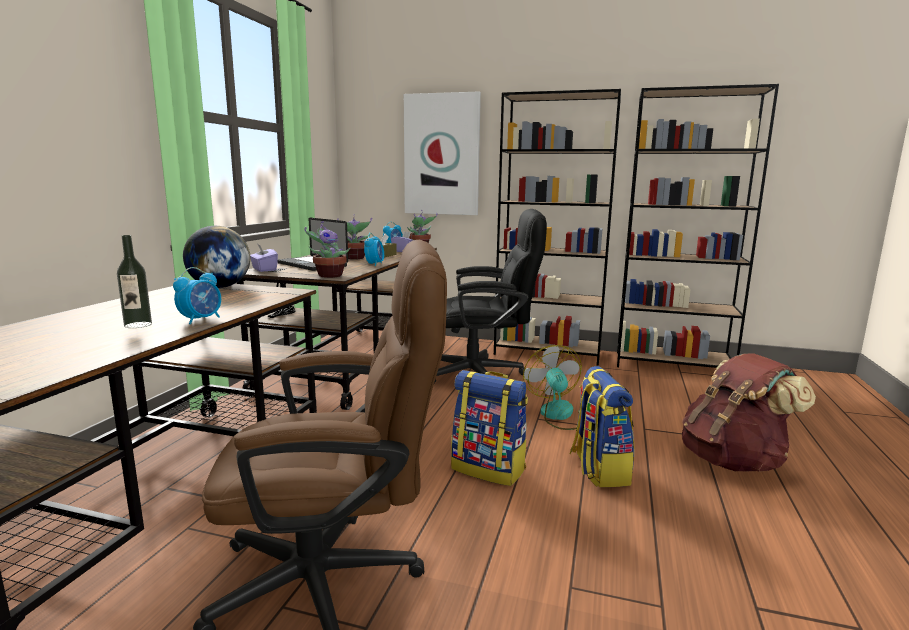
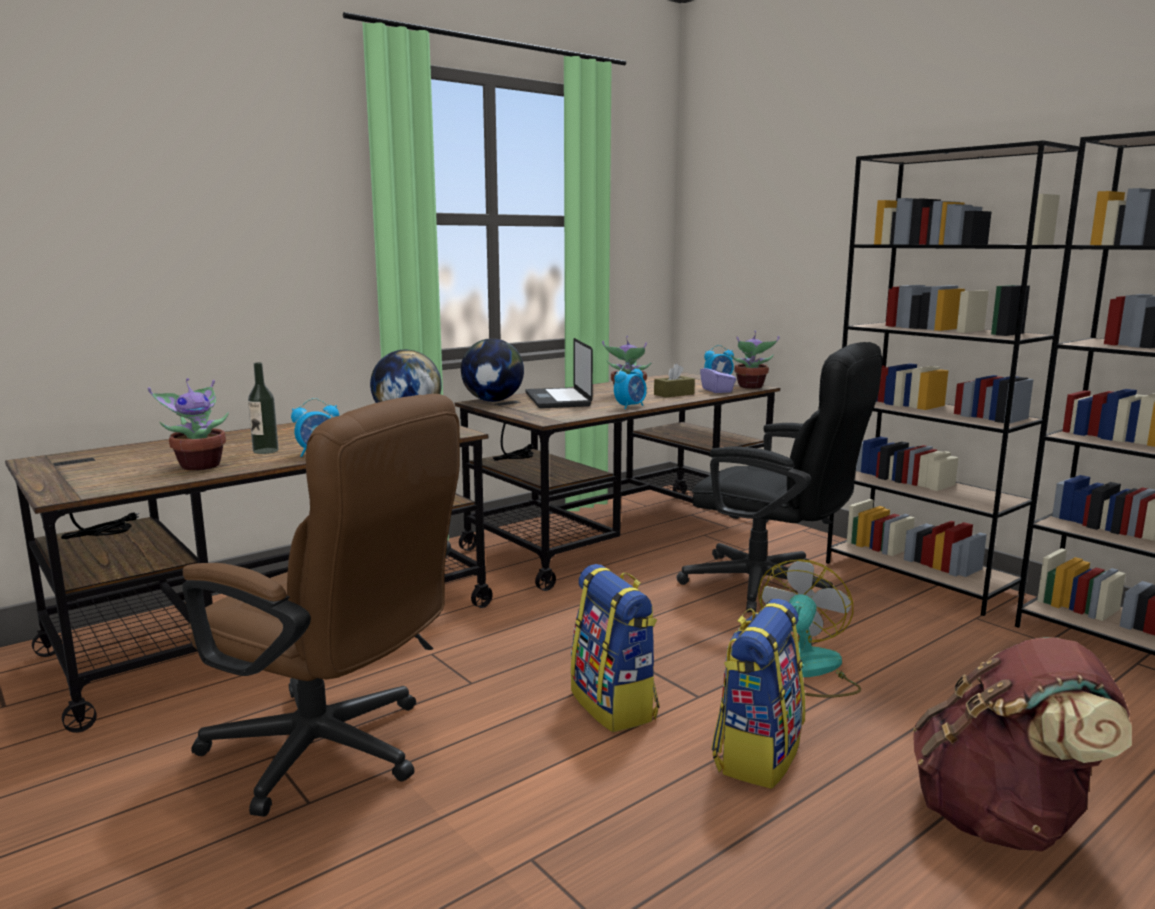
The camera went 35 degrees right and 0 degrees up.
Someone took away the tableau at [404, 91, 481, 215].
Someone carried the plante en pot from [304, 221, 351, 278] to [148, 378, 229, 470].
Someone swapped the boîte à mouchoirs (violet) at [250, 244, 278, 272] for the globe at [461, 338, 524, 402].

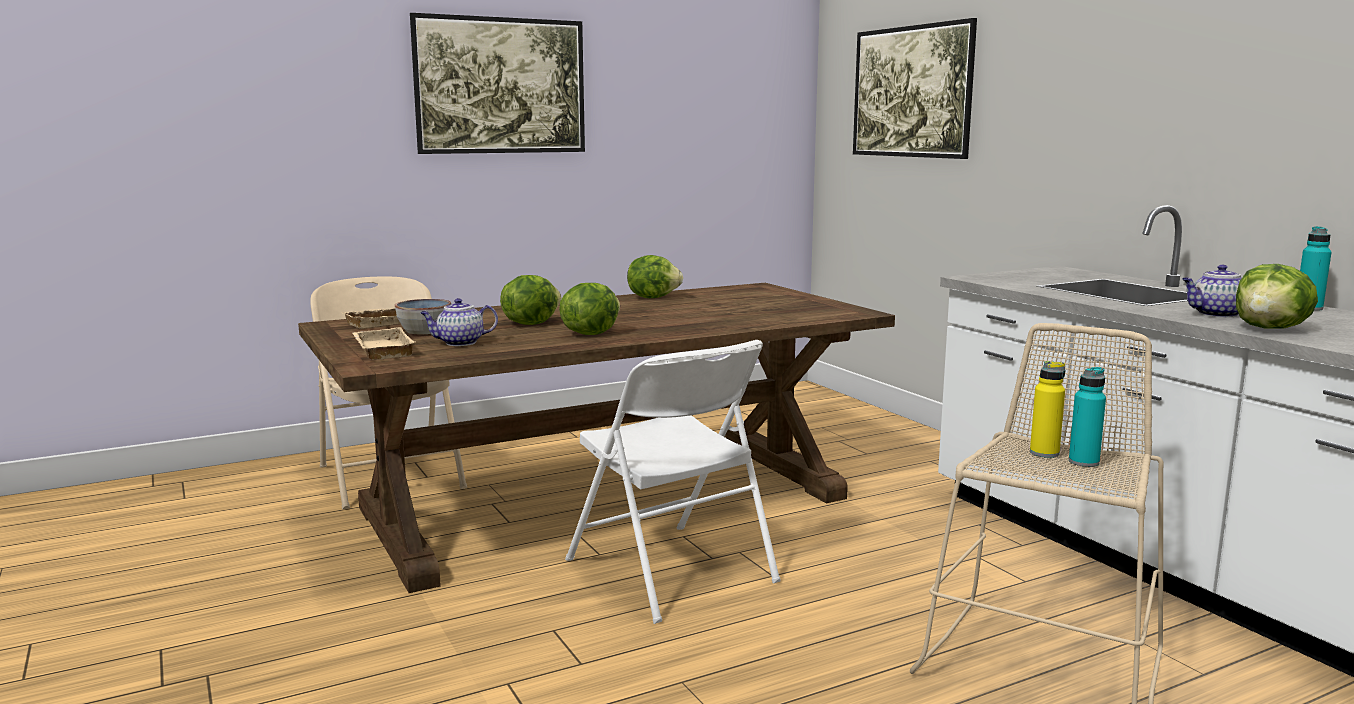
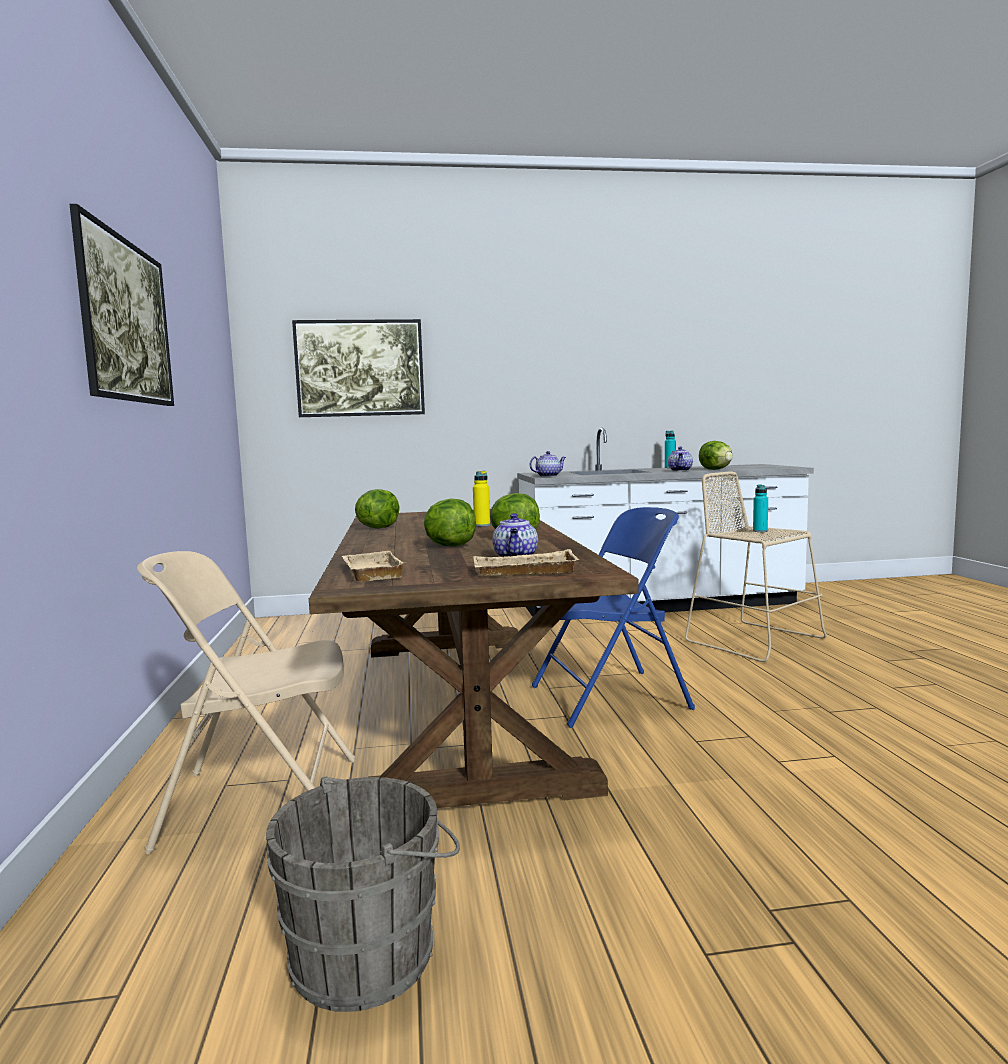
The camera went 70 degrees left and 5 degrees down.
Someone took away the bol at [395, 299, 451, 334].
Someone put down the seau (gris) at [266, 776, 460, 1012].
Someone put down the théière at [530, 451, 566, 477].
Someone carried the bouteille (jaune) from [1030, 361, 1065, 458] to [473, 471, 490, 527].
Someone repainted the chaise (blanc) at [565, 340, 781, 624], which became the chaise (bleu) at [532, 507, 695, 728].

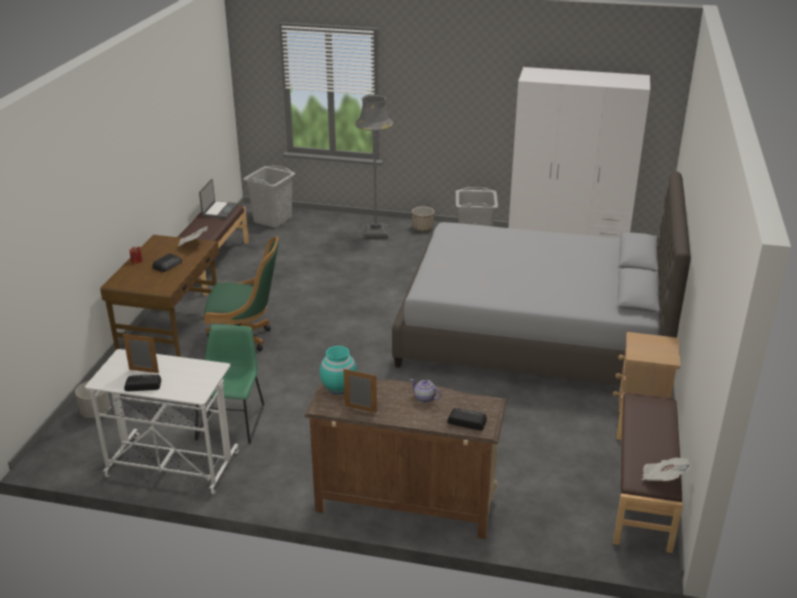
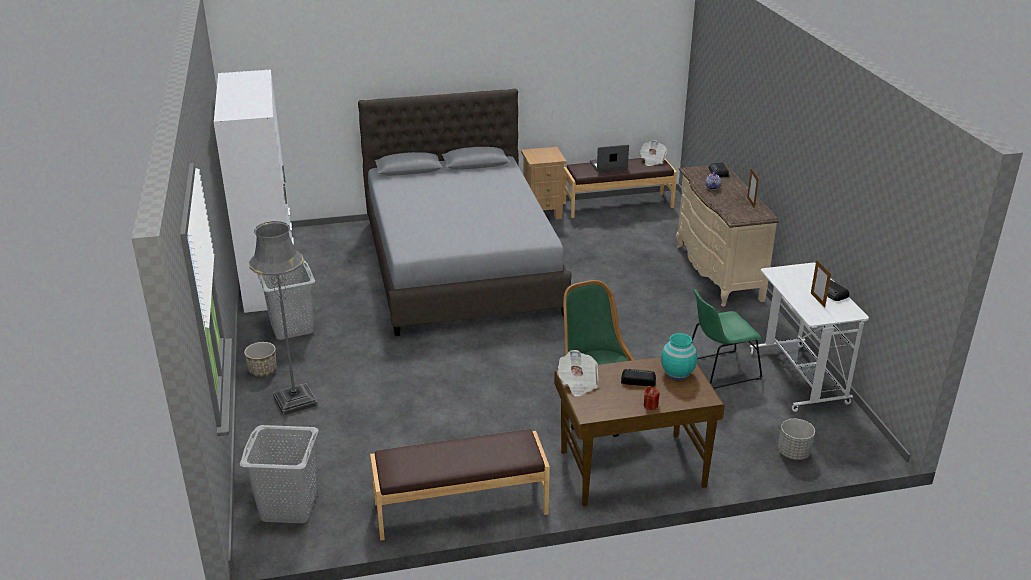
The camera went 115 degrees left and 0 degrees up.
Someone carried the ordinateur portable from [199, 179, 238, 219] to [590, 144, 629, 171].
Someone carried the vase (turquoise) from [320, 346, 357, 394] to [661, 333, 697, 380].

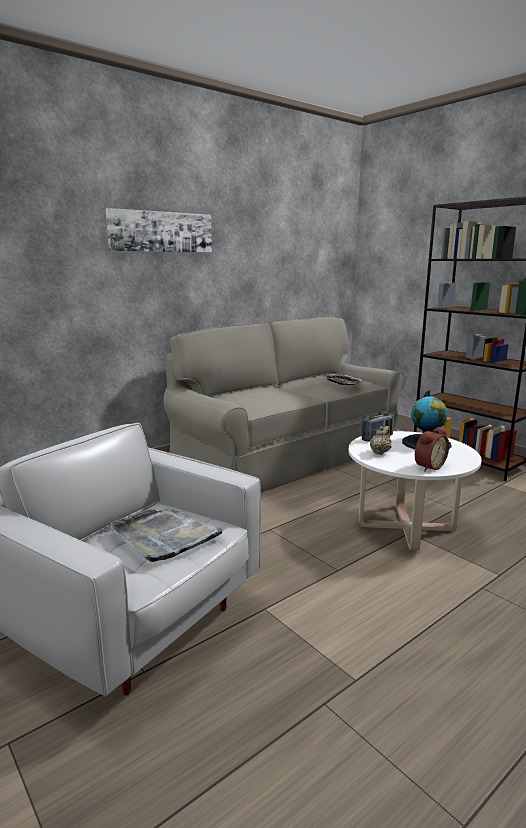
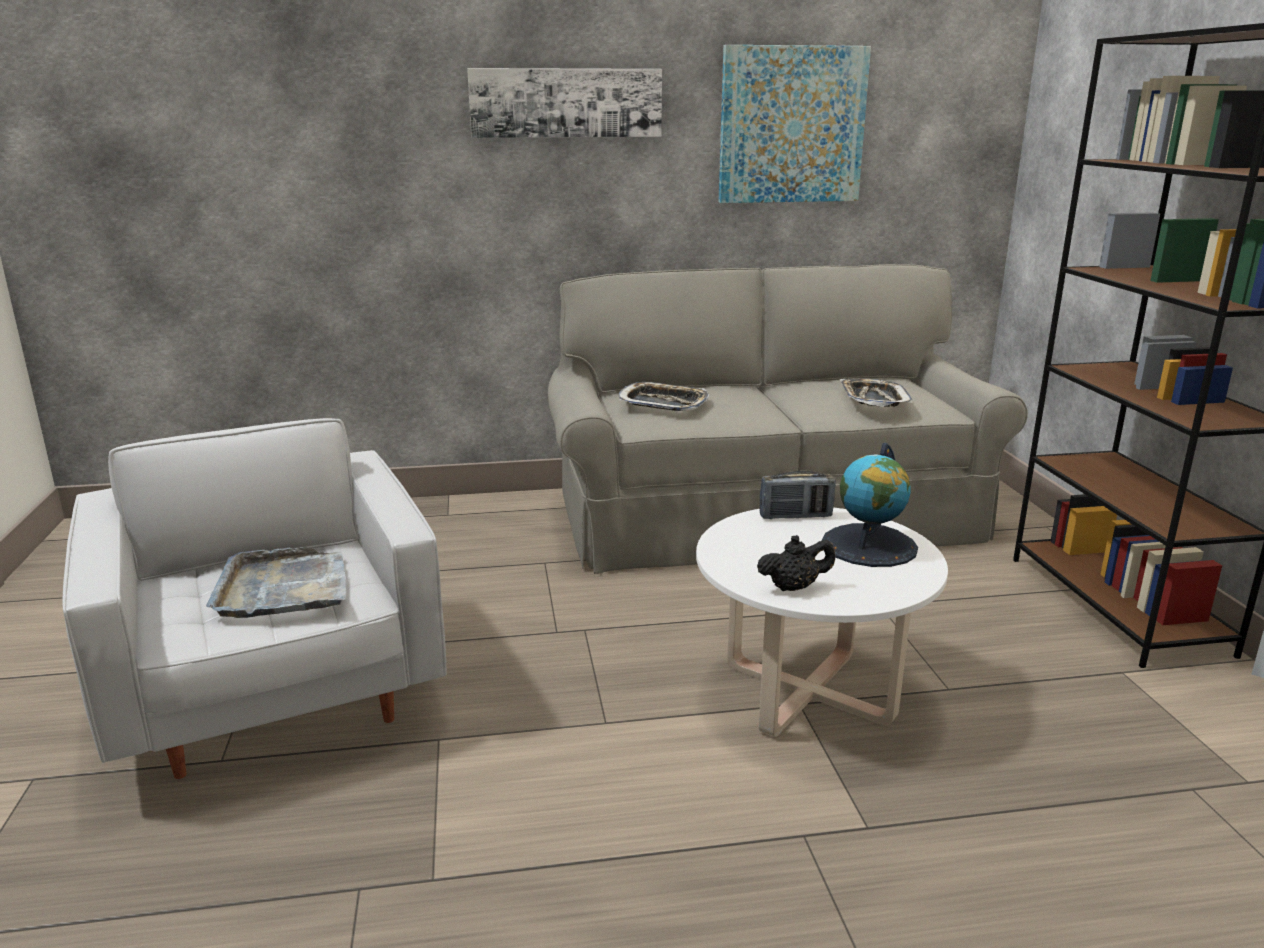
The camera went 30 degrees right and 5 degrees up.
Someone took away the théière (beige) at [370, 426, 392, 455].
Someone put down the plateau at [619, 382, 709, 411].
Someone put up the tableau at [719, 45, 871, 203].
Someone swapped the réveil at [415, 426, 449, 472] for the théière (noir) at [757, 535, 835, 591].

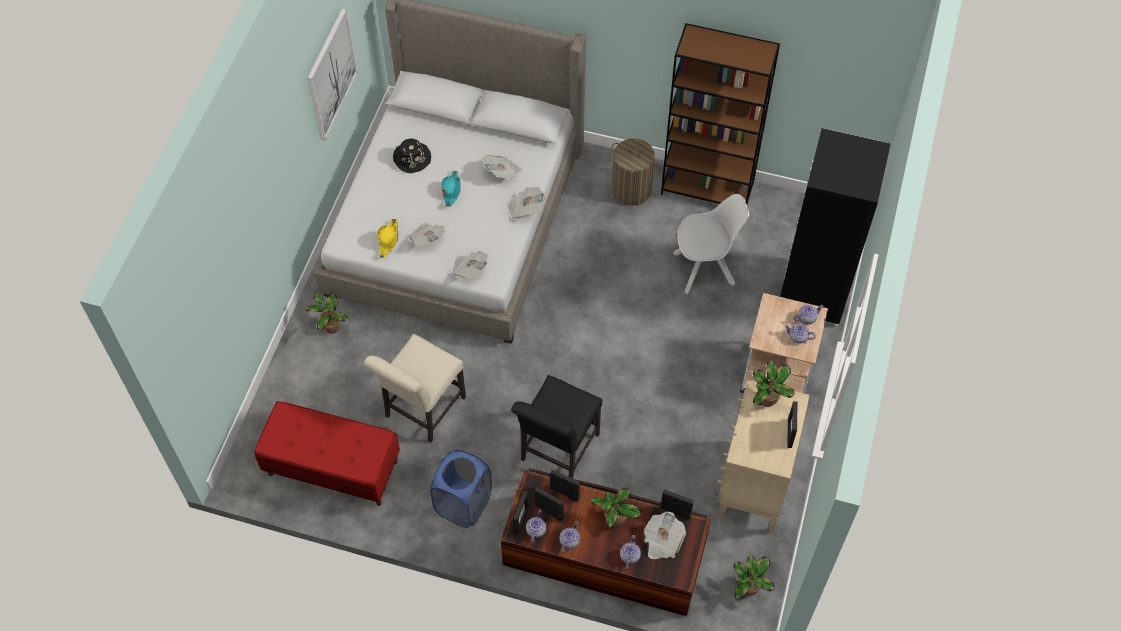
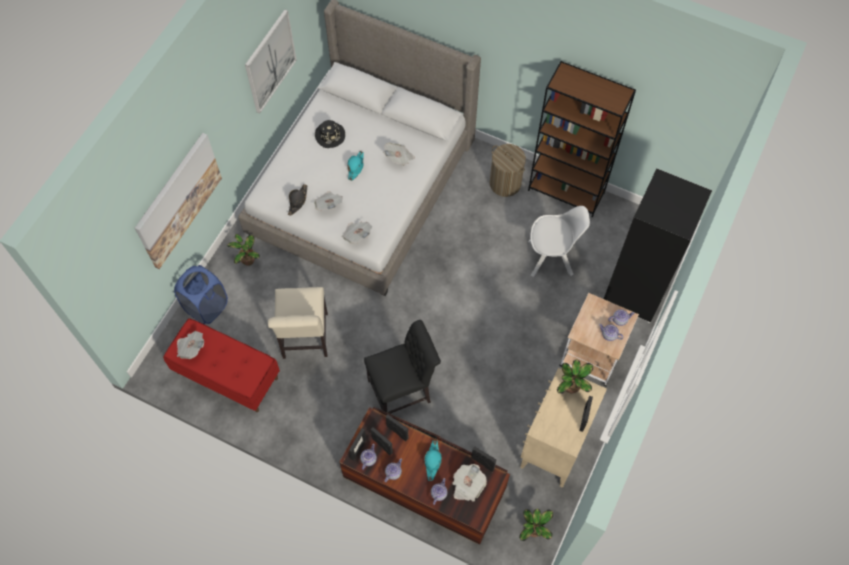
The camera went 10 degrees right and 5 degrees up.
Someone put up the tableau at [135, 133, 222, 269].
Someone carried the panier à linge (bleu) from [430, 450, 492, 528] to [174, 265, 228, 324].
Someone carried the journal from [507, 187, 545, 219] to [177, 331, 204, 359].
Someone swapped the plante en pot at [590, 488, 642, 527] for the chapeau (turquoise) at [424, 440, 442, 481].
Someone repainted the chapeau (jaune) at [377, 219, 398, 258], which became the chapeau (noir) at [288, 184, 307, 216].
Someone rotated the chaise (beige) at [364, 334, 466, 443] by 45 degrees counterclockwise.
Someone rotated the chaise (noir) at [511, 375, 602, 478] by 150 degrees counterclockwise.

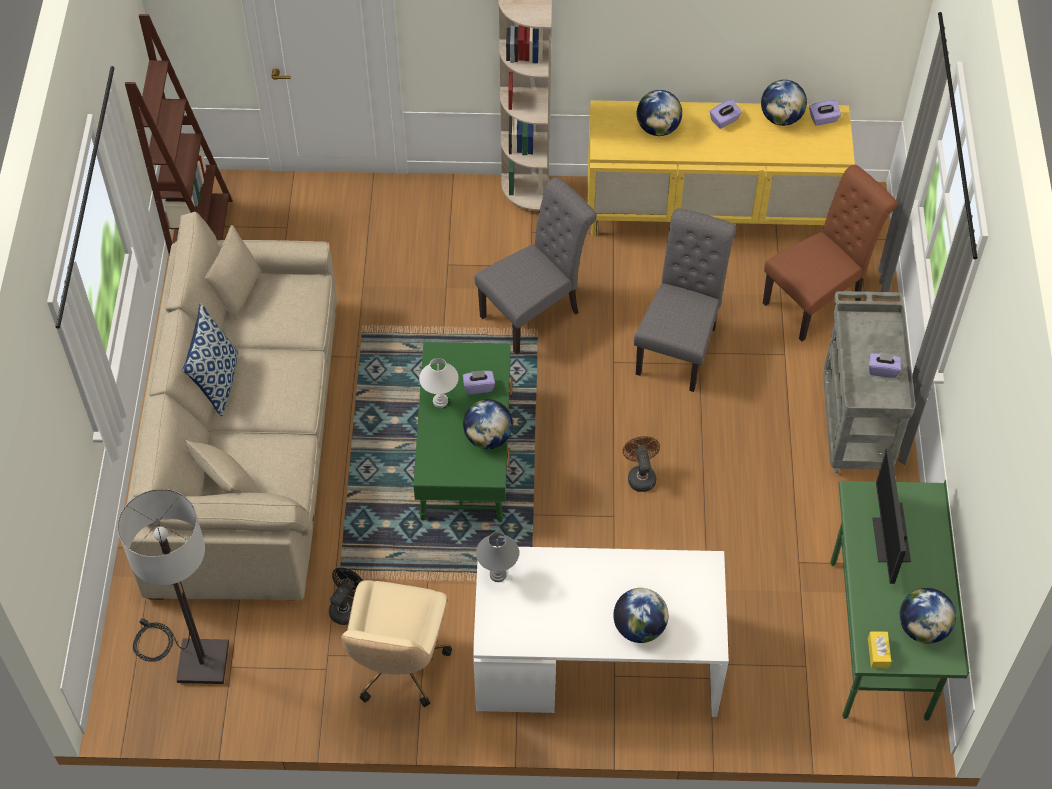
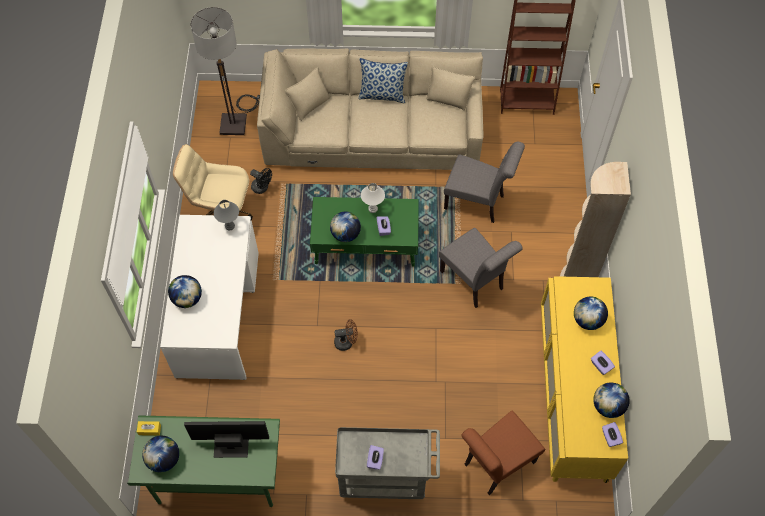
The camera went 90 degrees right and 5 degrees up.
Someone carried the chaise (gris) from [634, 208, 736, 392] to [444, 141, 525, 223].
Someone rotated the chaise (marron) at [763, 165, 897, 341] by 90 degrees clockwise.

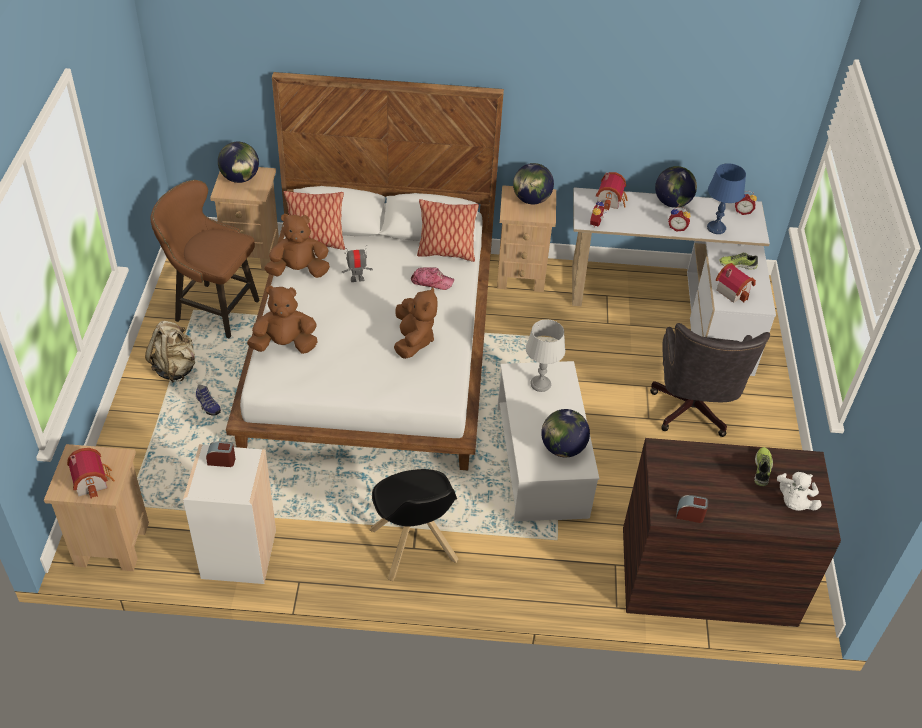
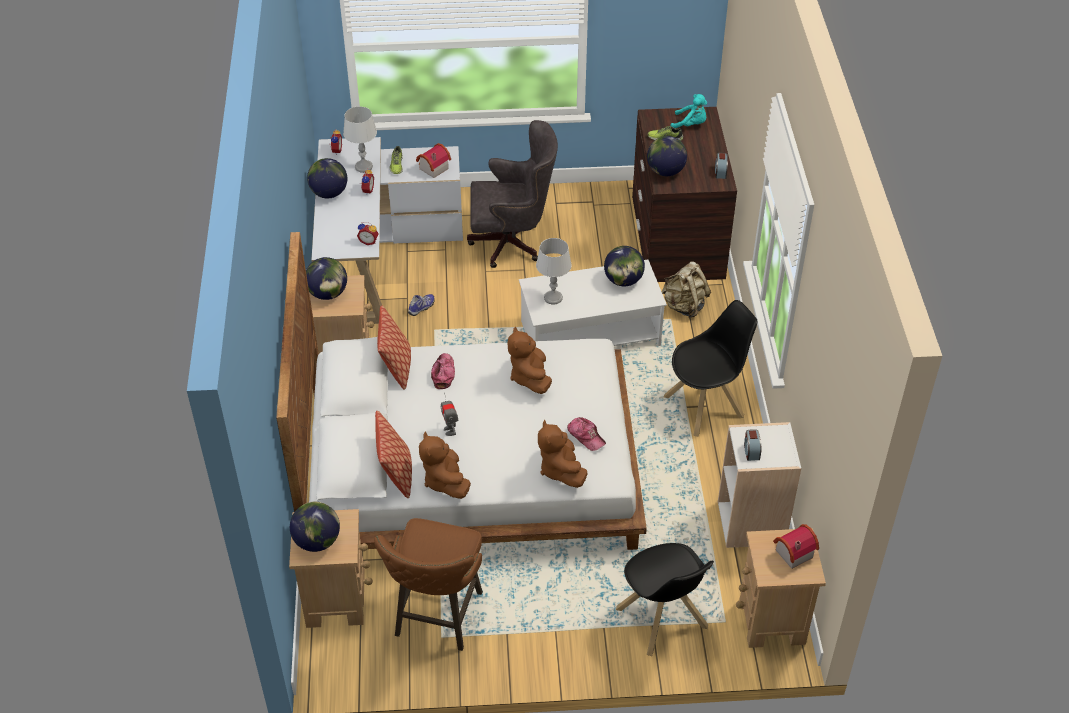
The camera went 95 degrees left and 0 degrees up.
Someone took away the maison miniature at [596, 172, 628, 211].
Someone put down the casquette at [567, 417, 606, 451].
Someone put down the chaise (noir) at [616, 543, 714, 656].
Someone put down the globe at [647, 136, 687, 176].
Someone carried the sac à dos (beige) from [145, 321, 195, 383] to [661, 262, 711, 318].
Someone carried the chaussure from [196, 384, 221, 416] to [408, 294, 435, 316].
Someone repainted the lampe de table (bleu) at [707, 163, 746, 234], which became the lampe de table (gris) at [343, 106, 377, 173].
Someone repainted the peluche (blanc) at [777, 472, 821, 511], which became the peluche (turquoise) at [671, 94, 707, 128].
Someone rotated the peluche (marron) at [394, 287, 438, 359] by 90 degrees counterclockwise.

